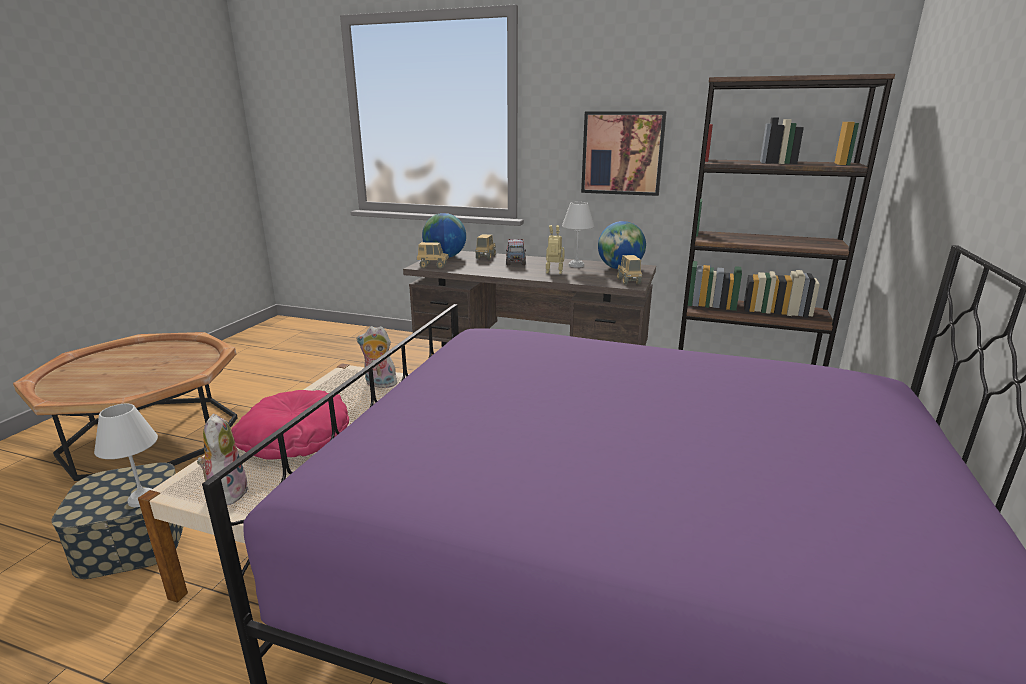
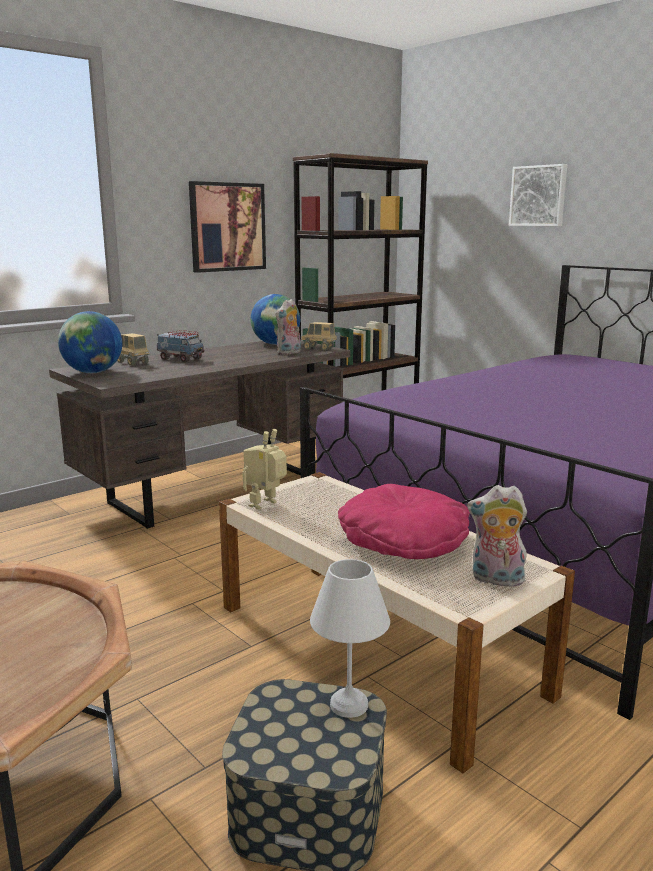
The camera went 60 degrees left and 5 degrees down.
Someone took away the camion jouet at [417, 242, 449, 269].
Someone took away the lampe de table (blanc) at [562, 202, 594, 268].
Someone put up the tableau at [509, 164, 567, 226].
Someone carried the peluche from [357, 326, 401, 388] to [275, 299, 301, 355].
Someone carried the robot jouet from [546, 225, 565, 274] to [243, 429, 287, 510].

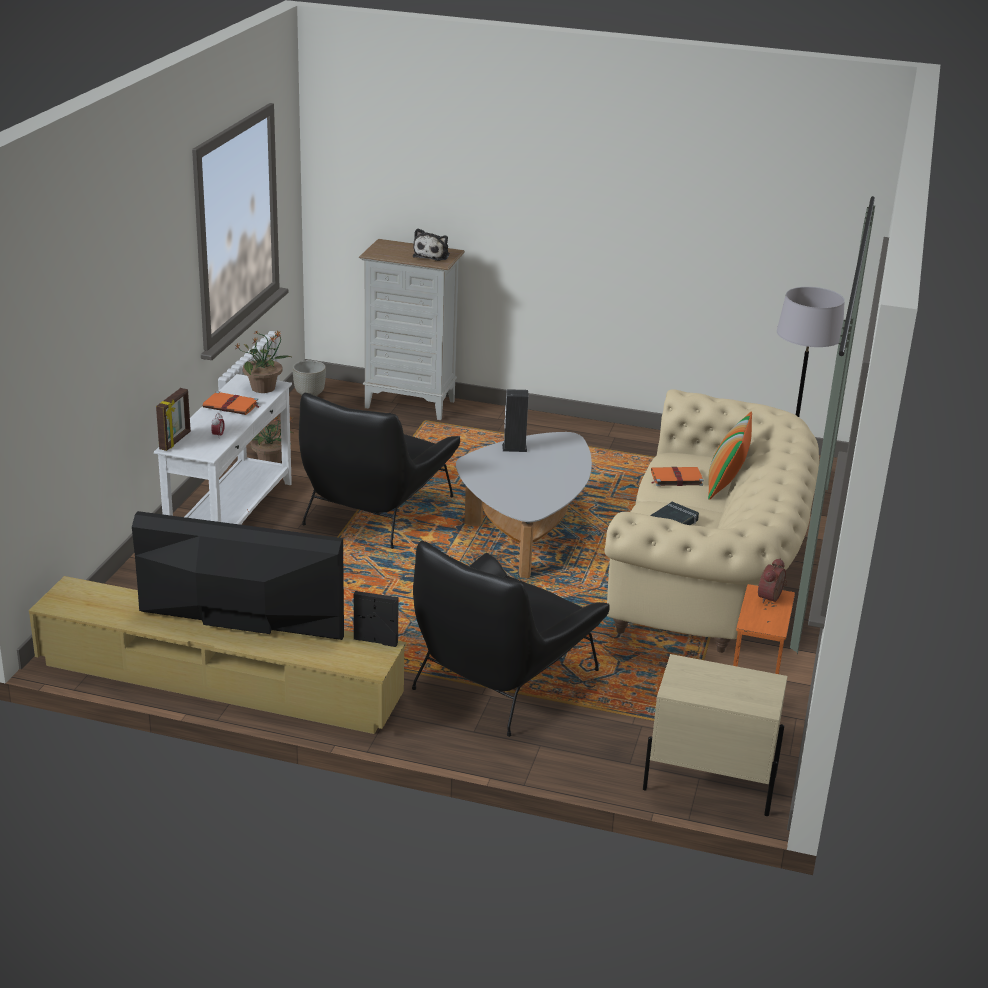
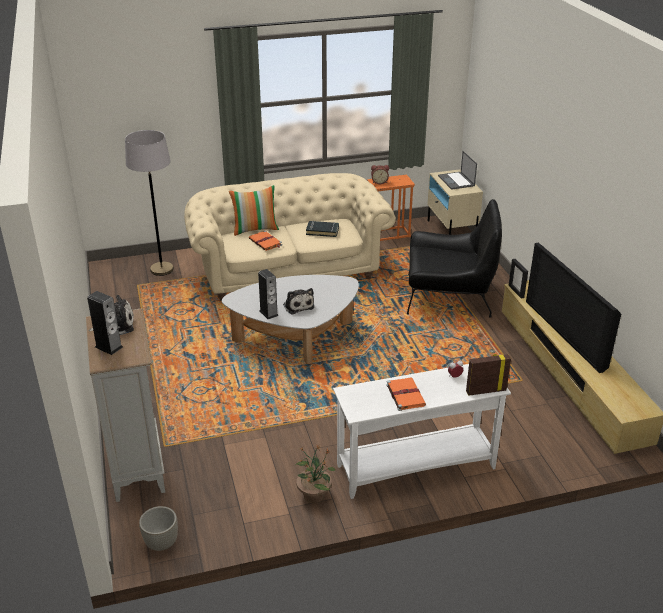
The camera went 120 degrees left and 5 degrees up.
Someone took away the plante en pot at [234, 330, 293, 393].
Someone took away the fauteuil (noir) at [299, 393, 460, 549].
Someone put down the enceinte at [87, 291, 123, 355].
Someone put down the peluche at [283, 288, 314, 314].
Someone put down the ordinateur portable at [438, 151, 477, 190].

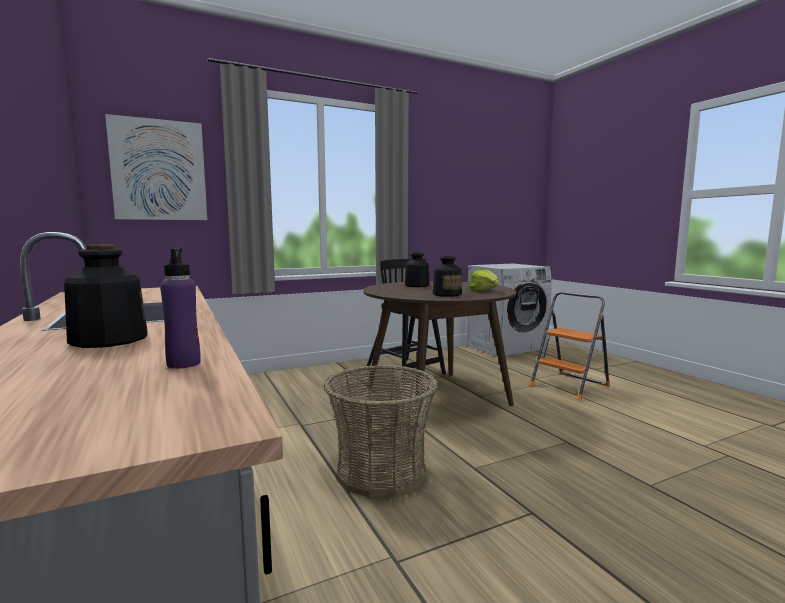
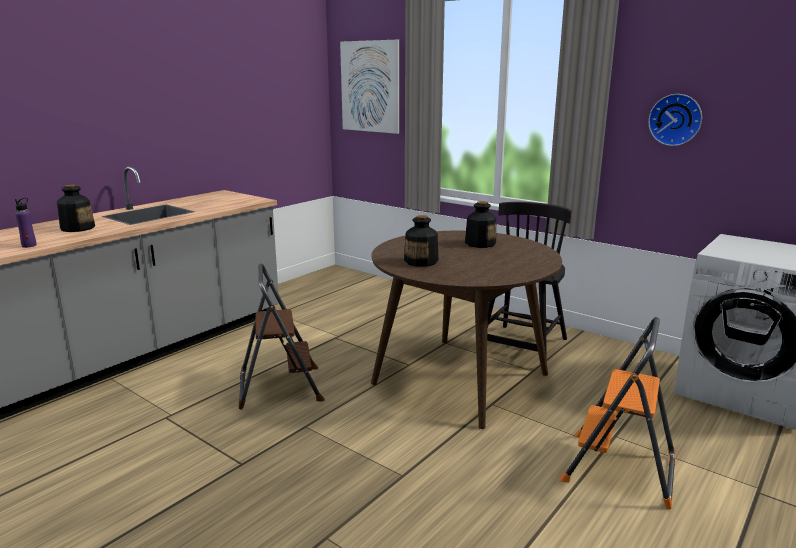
The camera went 65 degrees right and 10 degrees up.
Someone took away the laitue at [469, 269, 499, 291].
Someone put up the horloge murale at [648, 94, 702, 146].
Someone swapped the panier at [324, 365, 438, 498] for the escabeau (marron) at [239, 263, 325, 409].

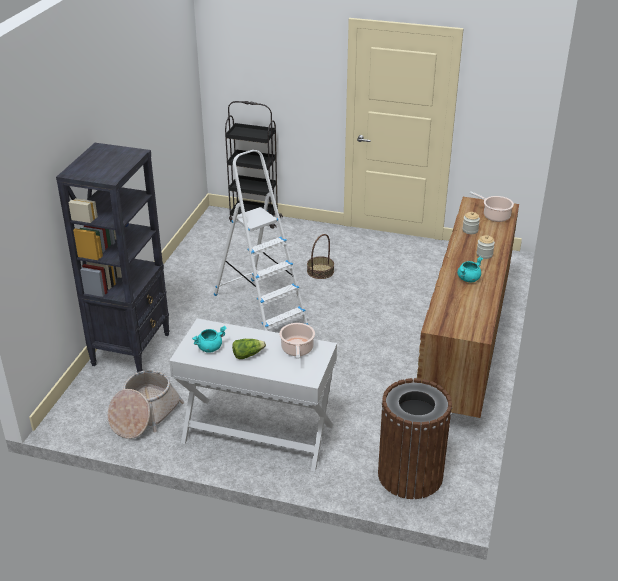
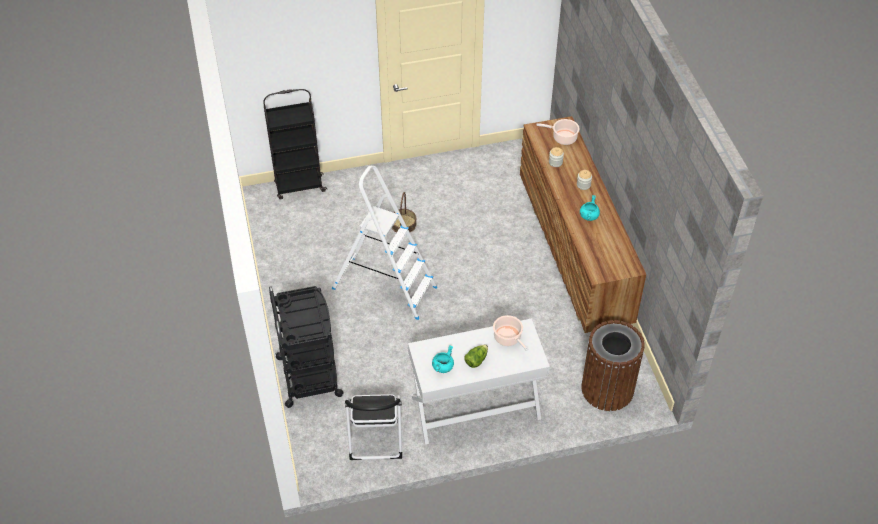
The camera went 30 degrees left and 15 degrees up.
Someone swapped the bibliothèque (noir) at [56, 143, 170, 373] for the chariot (noir) at [269, 286, 344, 408].
Someone swapped the panier at [108, 370, 184, 439] for the escabeau at [345, 394, 402, 460].

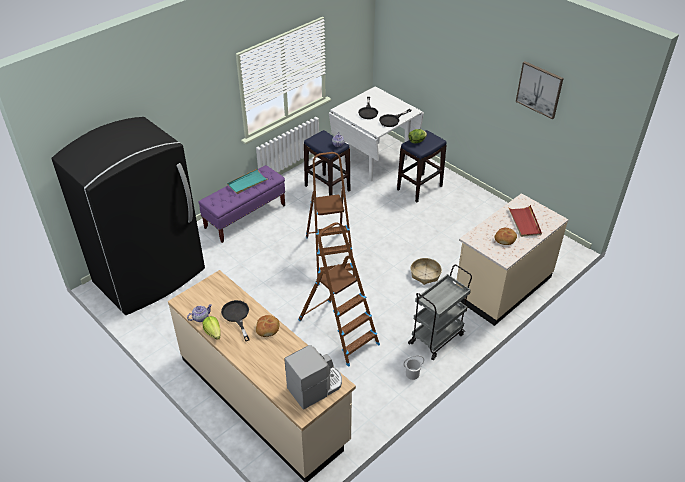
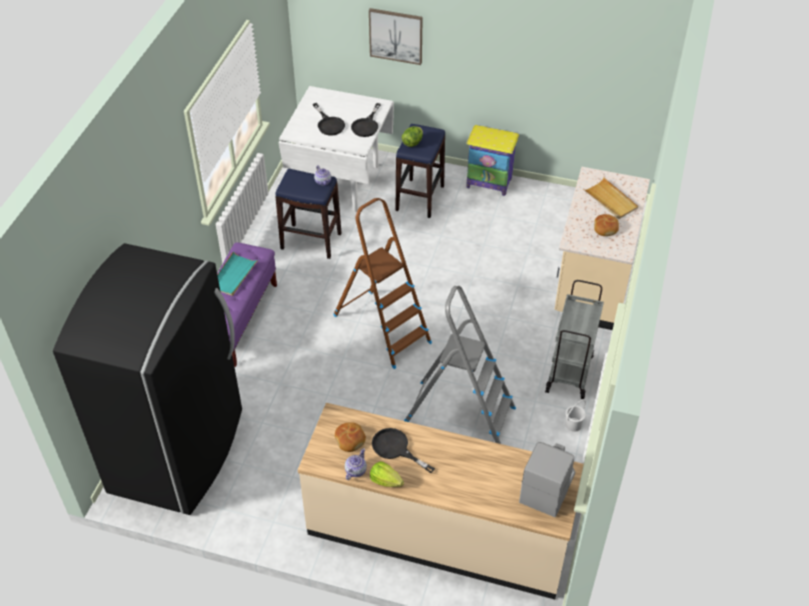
The camera went 30 degrees left and 5 degrees up.
Someone took away the panier at [411, 258, 442, 285].
Someone put down the table de chevet at [466, 125, 519, 196].
Someone carried the pain from [256, 315, 280, 337] to [335, 422, 366, 452].
Someone carried the tableau from [516, 61, 564, 119] to [369, 8, 423, 65].
Someone repainted the escabeau (marron) at [298, 222, 380, 366], which became the escabeau (gris) at [404, 286, 516, 444].
Someone repainted the plateau (rouge) at [508, 205, 542, 237], which became the plateau (beige) at [583, 178, 638, 219].

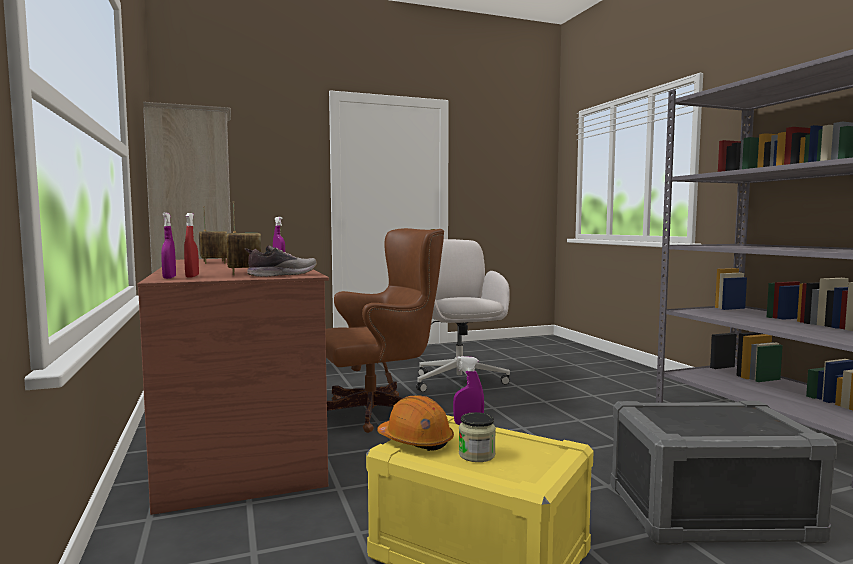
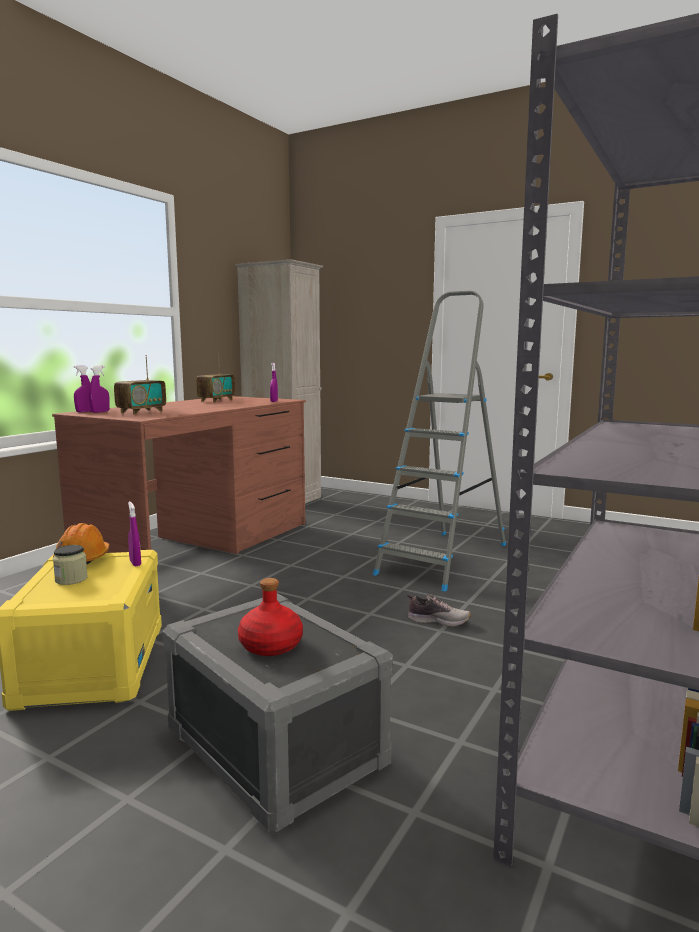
The camera went 50 degrees right and 5 degrees up.
Someone took away the chaise de bureau (marron) at [325, 228, 444, 433].
Someone put down the bouteille (rouge) at [238, 578, 303, 656].
Someone carried the chaussure from [245, 245, 317, 277] to [407, 594, 471, 627].
Someone swapped the chaise de bureau (blanc) at [416, 239, 510, 392] for the escabeau (gris) at [373, 291, 506, 592].
Someone repainted the vaporisateur (rouge) at [184, 213, 199, 277], which became the vaporisateur (violet) at [89, 366, 110, 413].

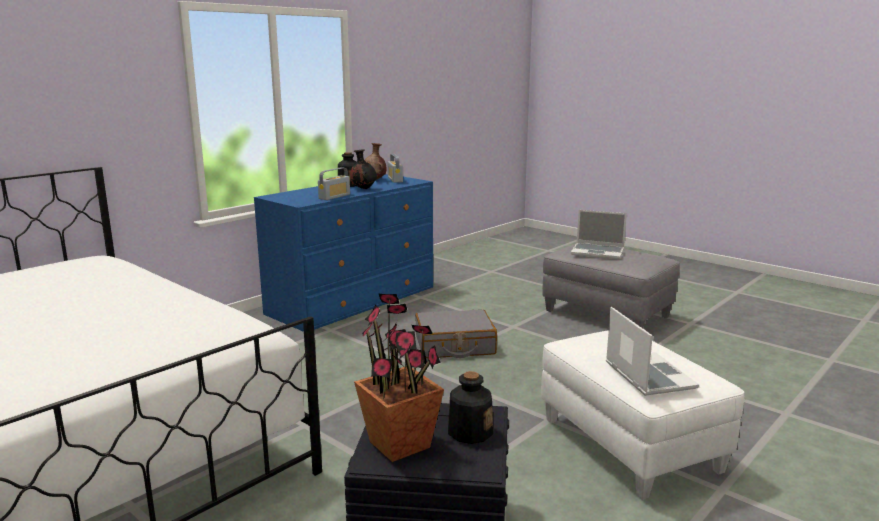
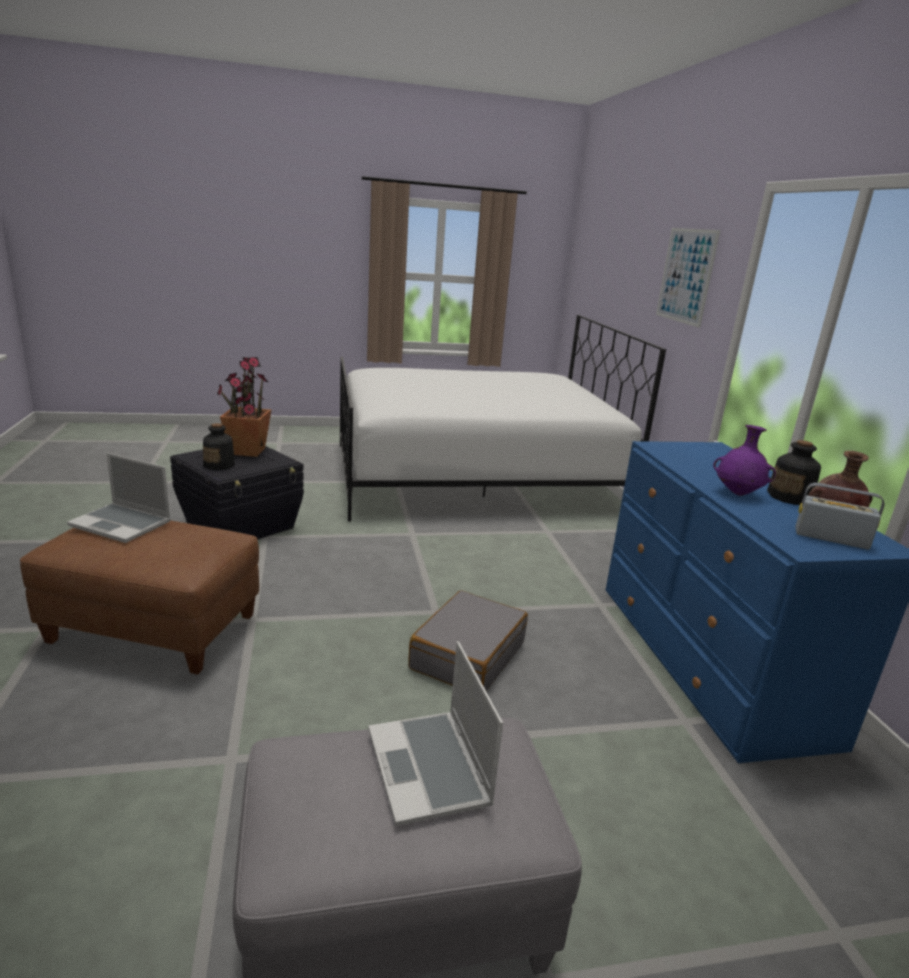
The camera went 125 degrees right and 5 degrees up.
Someone took away the radio at [318, 167, 350, 200].
Someone put up the tableau at [656, 228, 720, 328].
Someone repainted the vase (noir) at [350, 149, 377, 189], which became the vase (violet) at [713, 425, 776, 496].
Someone repainted the pouf (blanc) at [541, 330, 745, 500], which became the pouf (marron) at [20, 521, 259, 675].
Someone rotated the ordinateur portable at [571, 210, 627, 259] by 75 degrees counterclockwise.

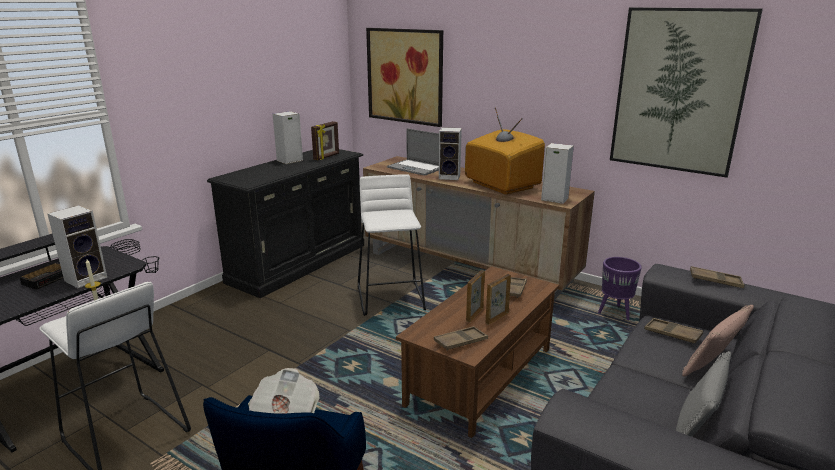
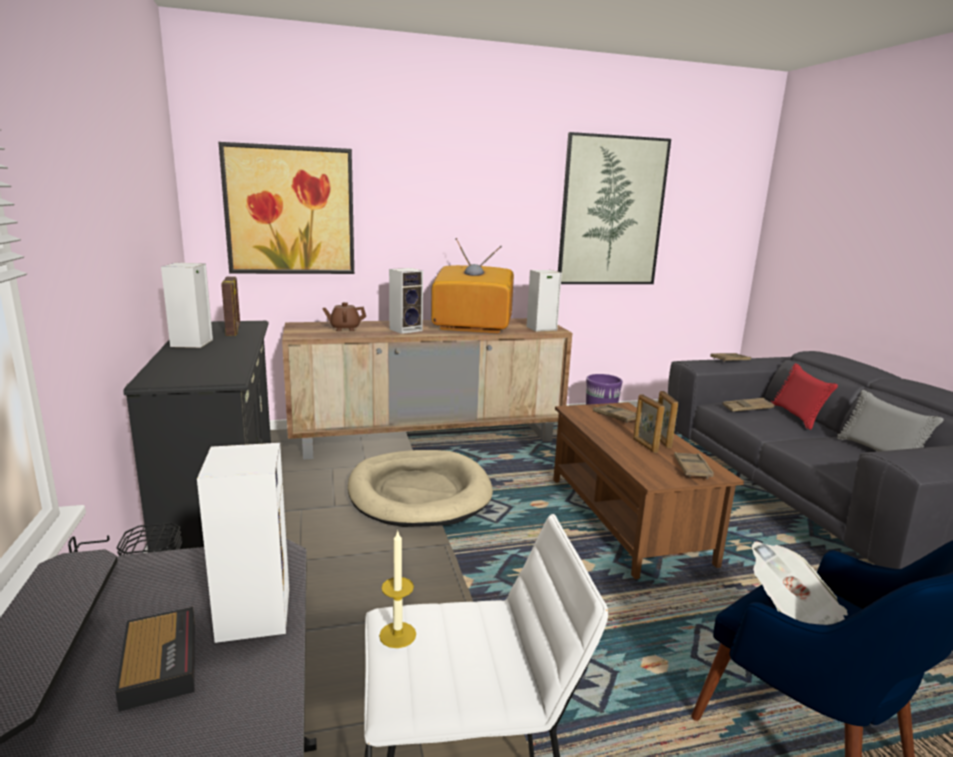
The camera went 50 degrees left and 5 degrees down.
Someone swapped the tabouret (blanc) at [358, 174, 426, 316] for the panier pour chien (beige) at [348, 450, 493, 527].
Someone swapped the ordinateur portable at [387, 128, 439, 176] for the théière (marron) at [323, 302, 366, 331].
Someone repainted the coussin (beige) at [682, 305, 754, 377], which became the coussin (rouge) at [771, 363, 838, 430].

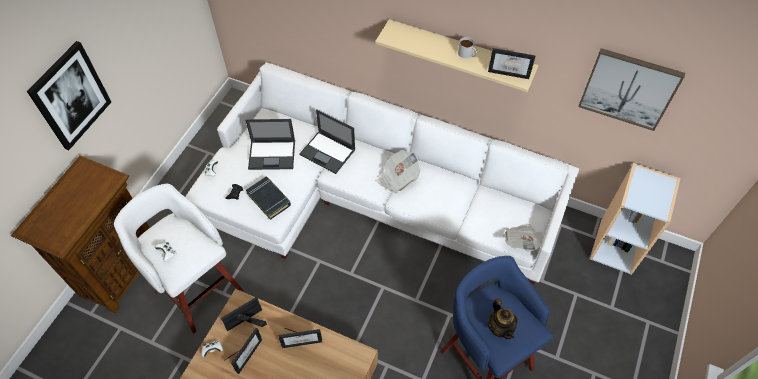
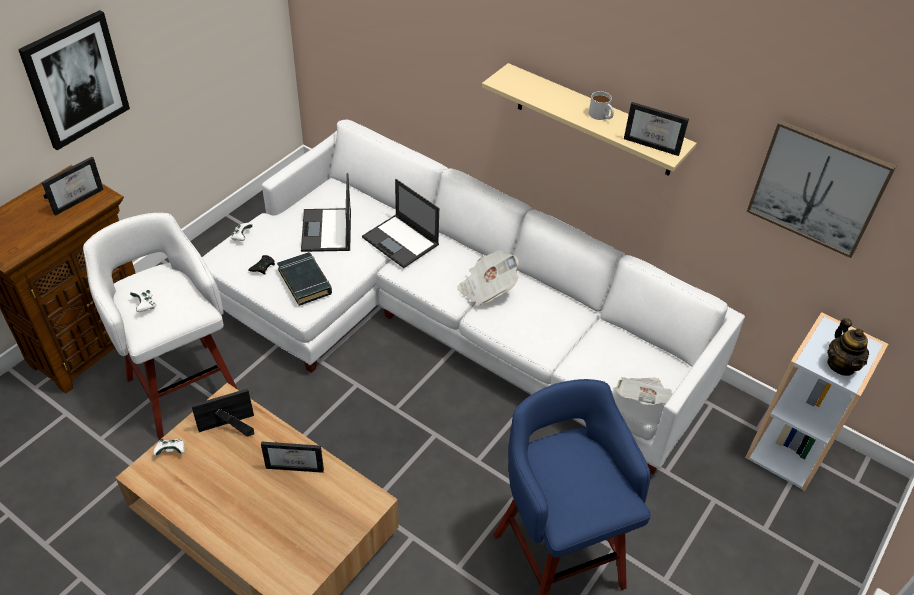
The camera went 10 degrees right and 10 degrees down.
Someone carried the cadre photo from [224, 328, 262, 374] to [42, 157, 104, 216].
Someone carried the théière from [488, 298, 518, 339] to [827, 318, 869, 376].
Someone rotated the ordinateur portable at [246, 119, 295, 170] by 75 degrees clockwise.

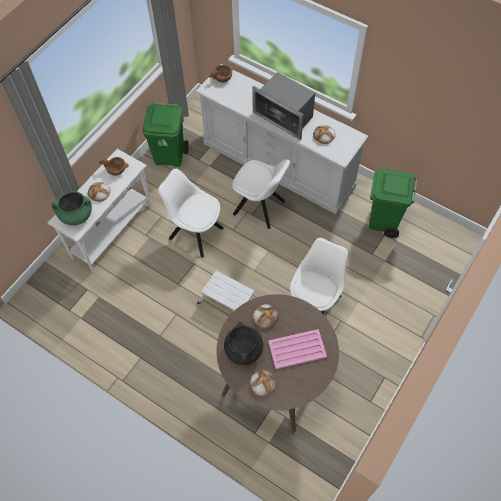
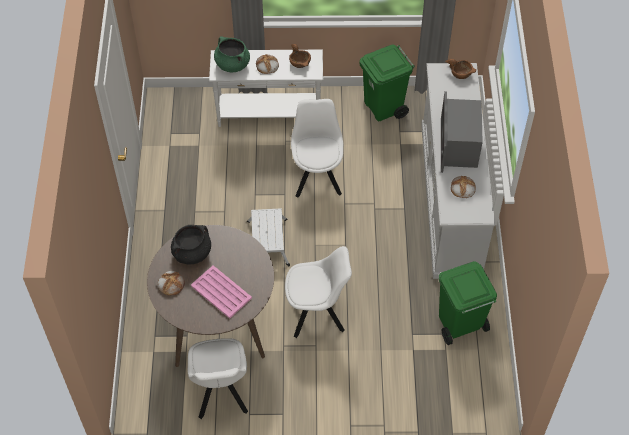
The camera went 55 degrees right and 5 degrees down.
Someone took away the pain at [253, 304, 279, 328].
Someone carried the chaise (blanc) from [232, 159, 290, 229] to [188, 338, 248, 419].

